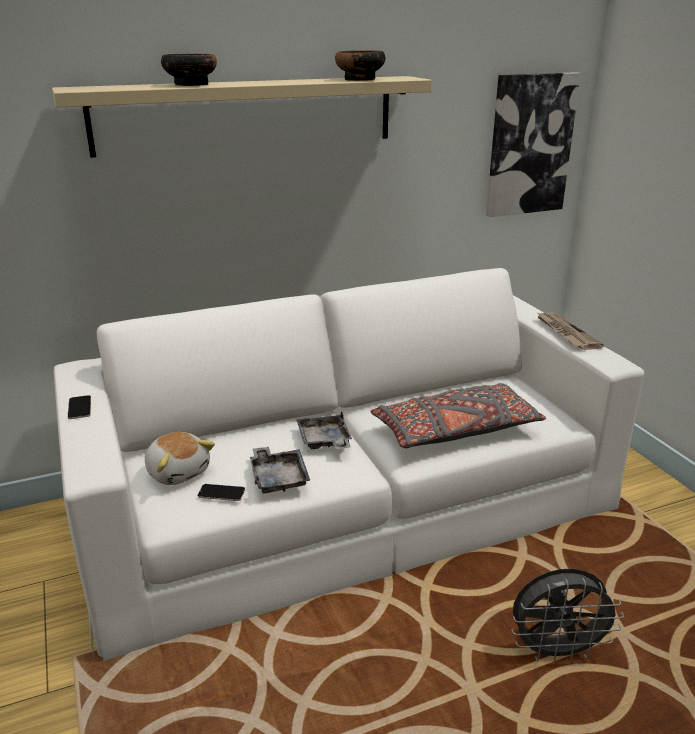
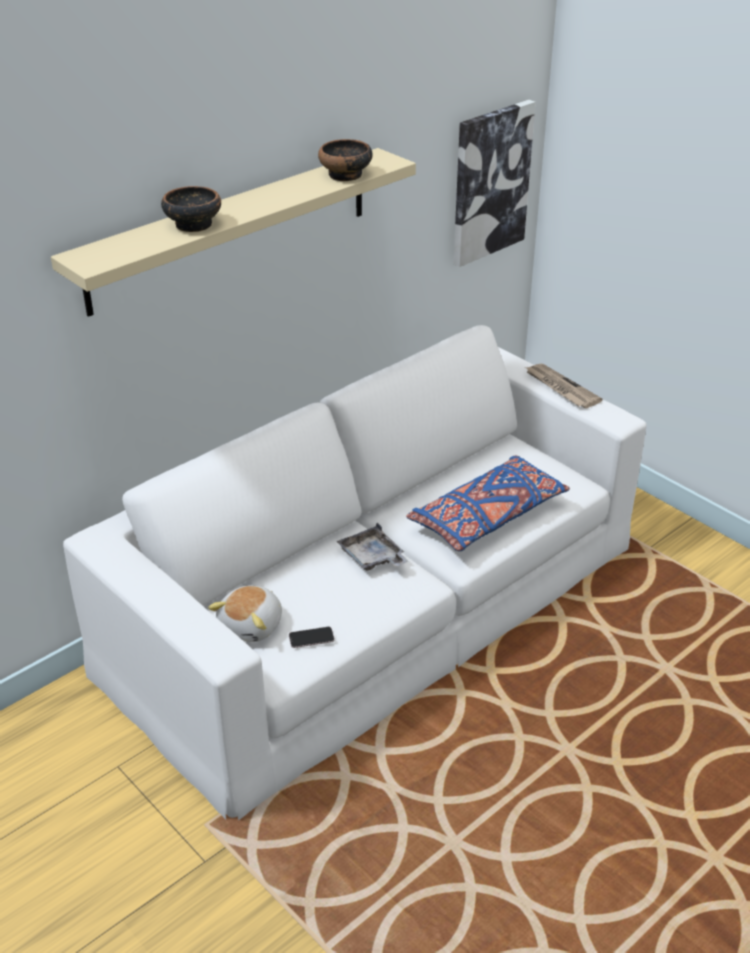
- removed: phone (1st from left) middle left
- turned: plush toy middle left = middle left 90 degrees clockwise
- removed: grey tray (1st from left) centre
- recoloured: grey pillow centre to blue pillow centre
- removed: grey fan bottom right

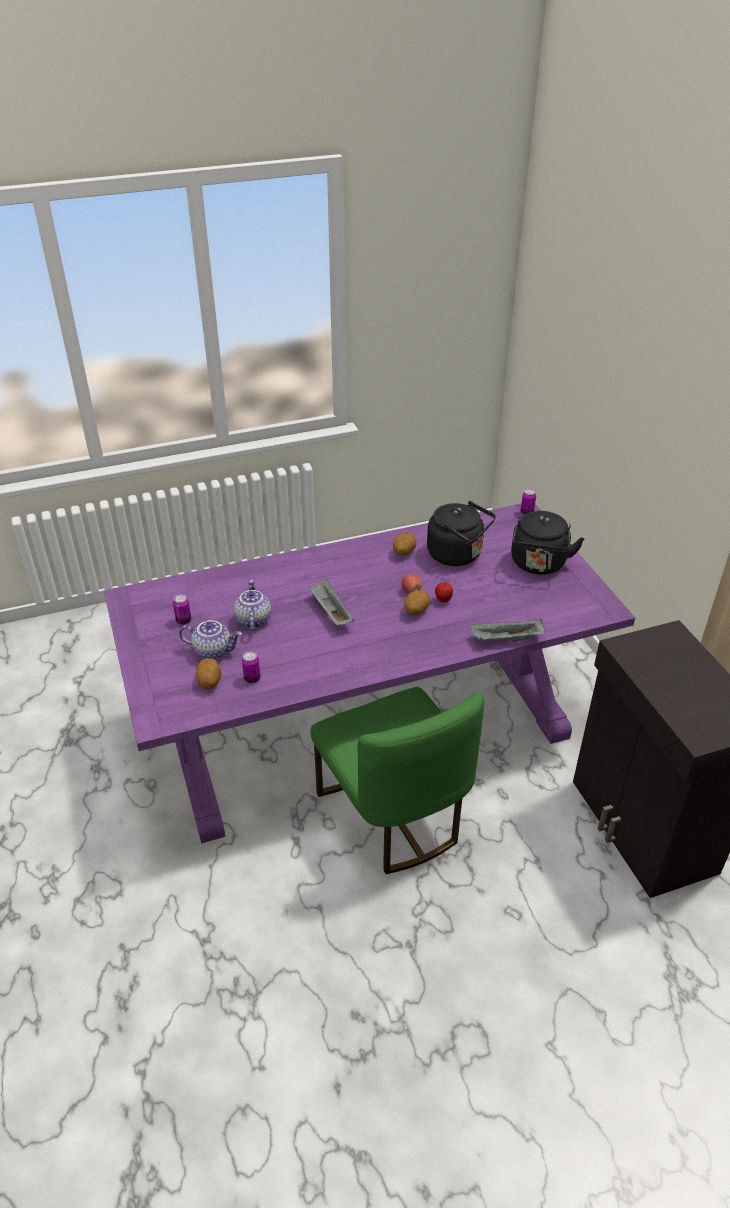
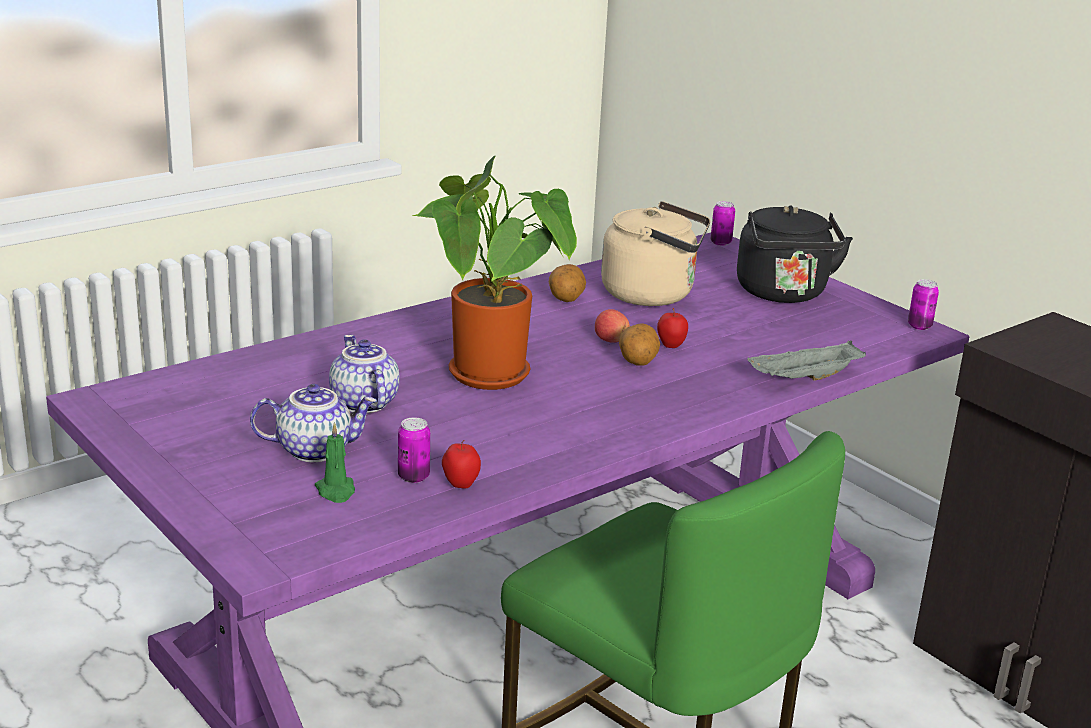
- moved: can (1st from left in the first image) middle left to can (3rd from left) middle right
- replaced: potato (1st from left) middle left to green candle middle left
- replaced: grey tray (1st from left) centre to potted plant centre
- recoloured: black kettle (1st from left) centre to beige kettle centre
- added: apple (1st from left) centre

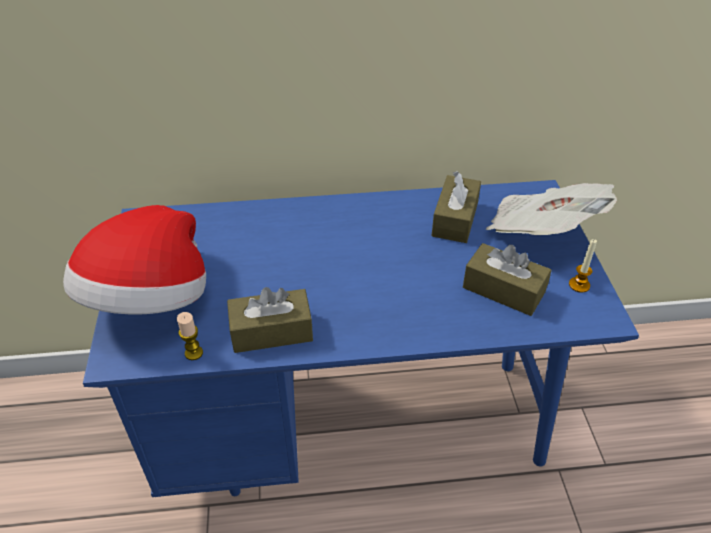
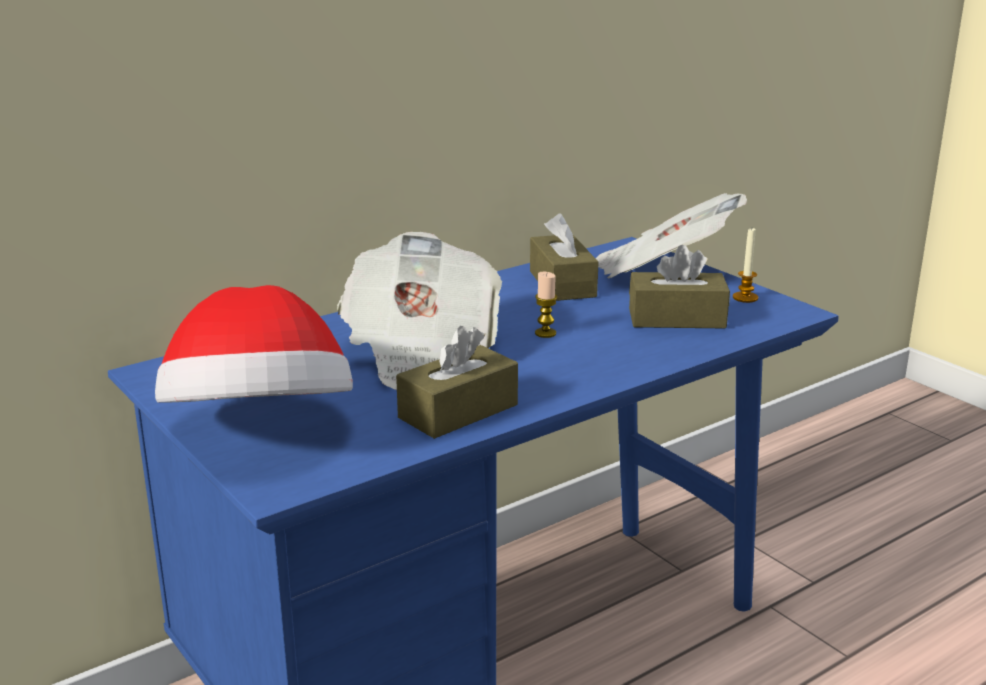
- moved: candle (1st from left) middle left to centre
- added: newspaper (1st from left) centre

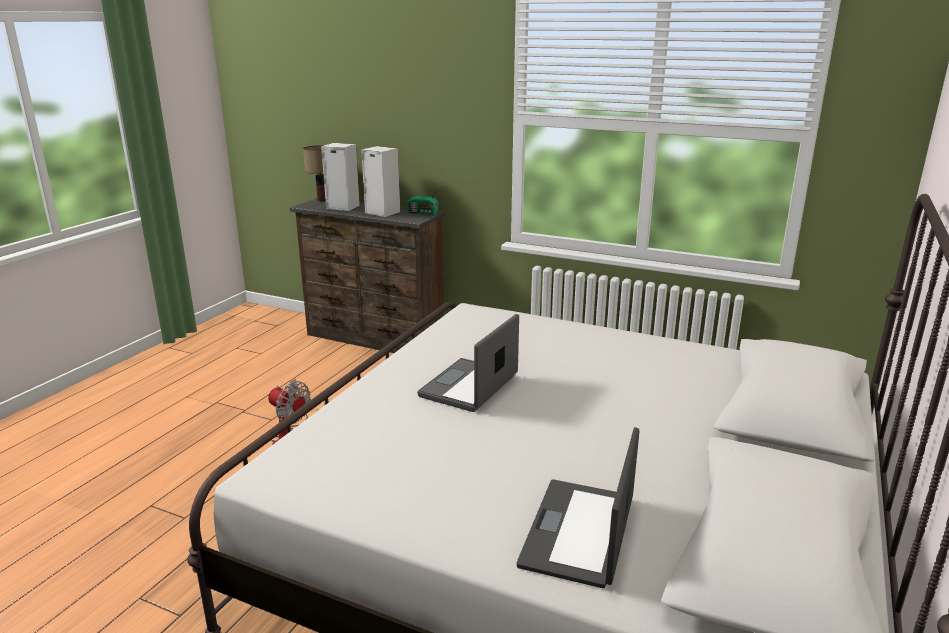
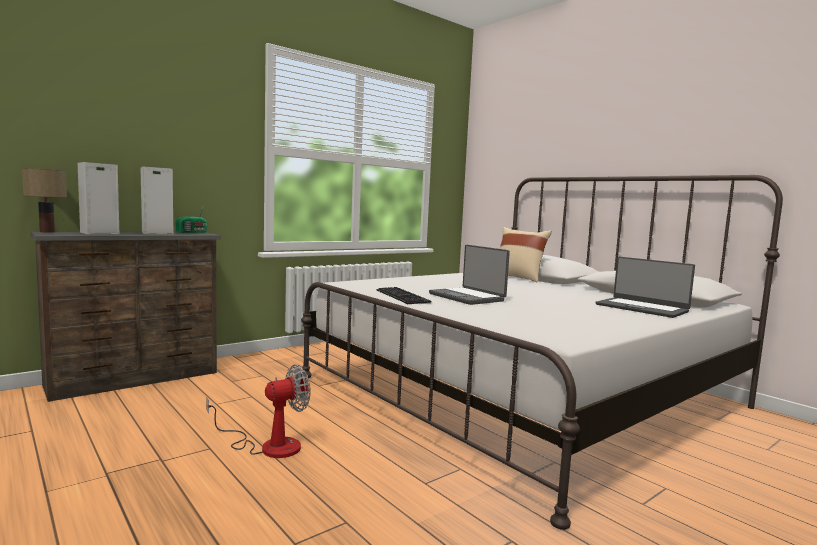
- added: keyboard centre
- added: beige pillow centre

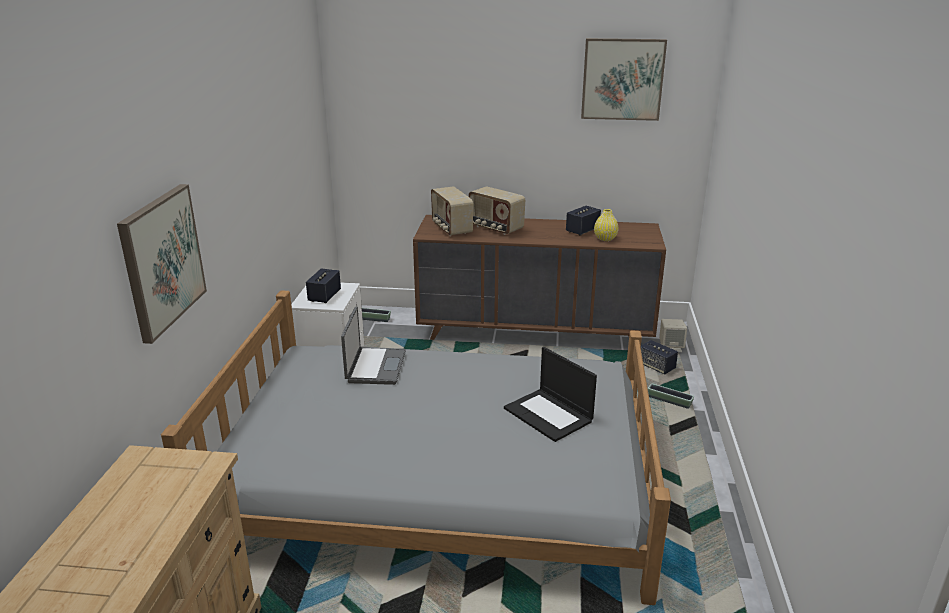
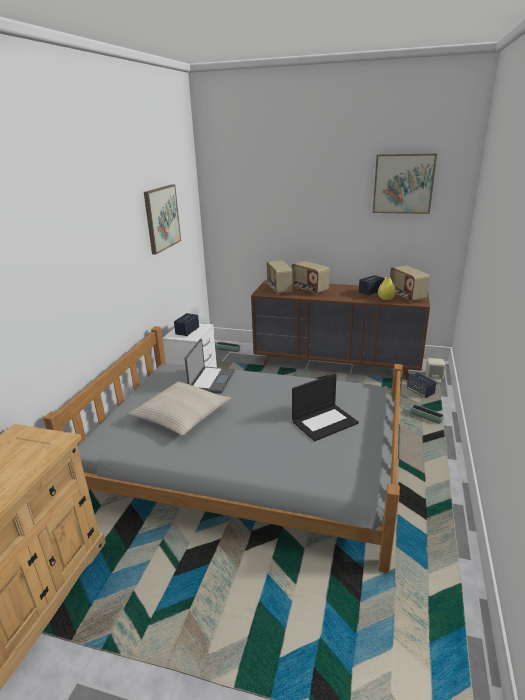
- moved: picture (1st from left) middle left to top left
- turned: laptop (2nd from left) centre = centre 90 degrees counterclockwise
- added: beige pillow centre
- added: radio (3rd from left) middle right

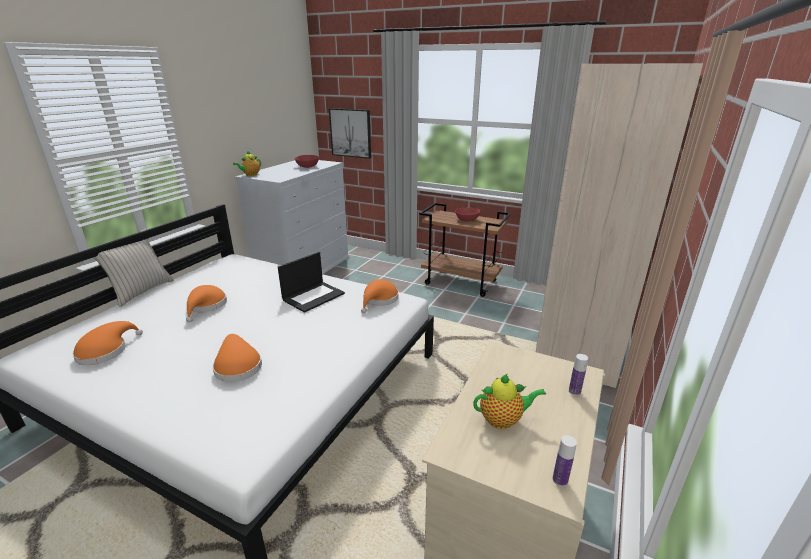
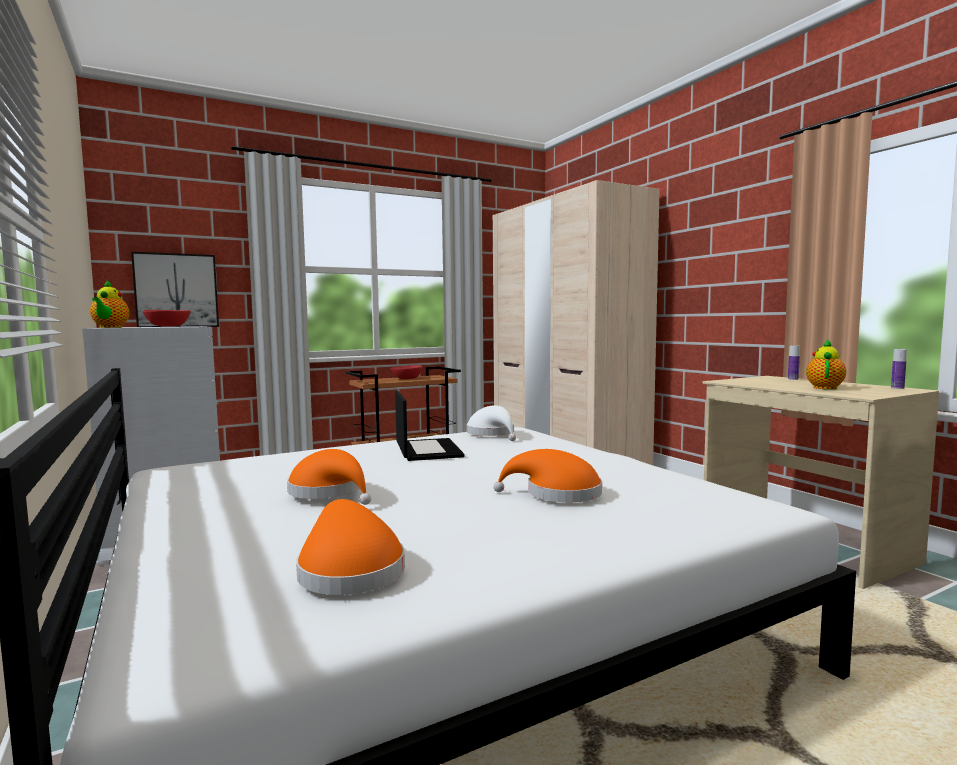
- removed: beige pillow middle left
- recoloured: orange hat (4th from left) centre to white hat centre

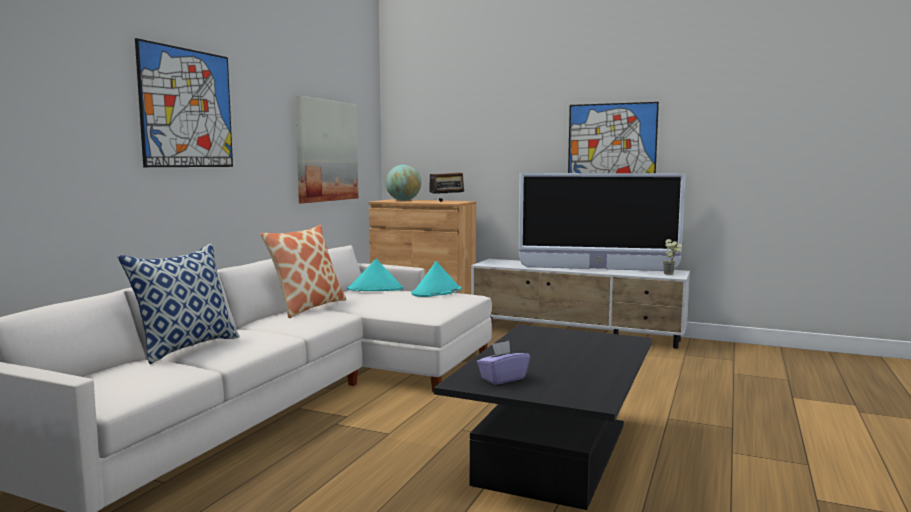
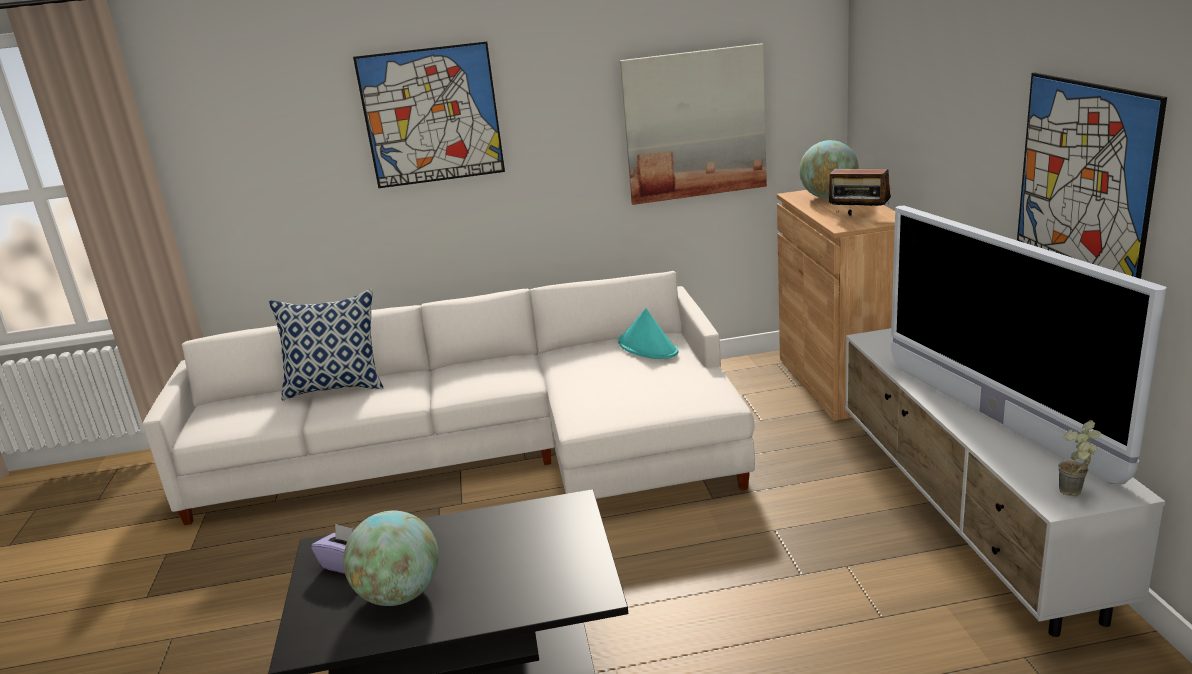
- removed: pillow (2nd from left) middle left
- removed: turquoise hat (2nd from left) centre
- added: globe (1st from left) bottom left

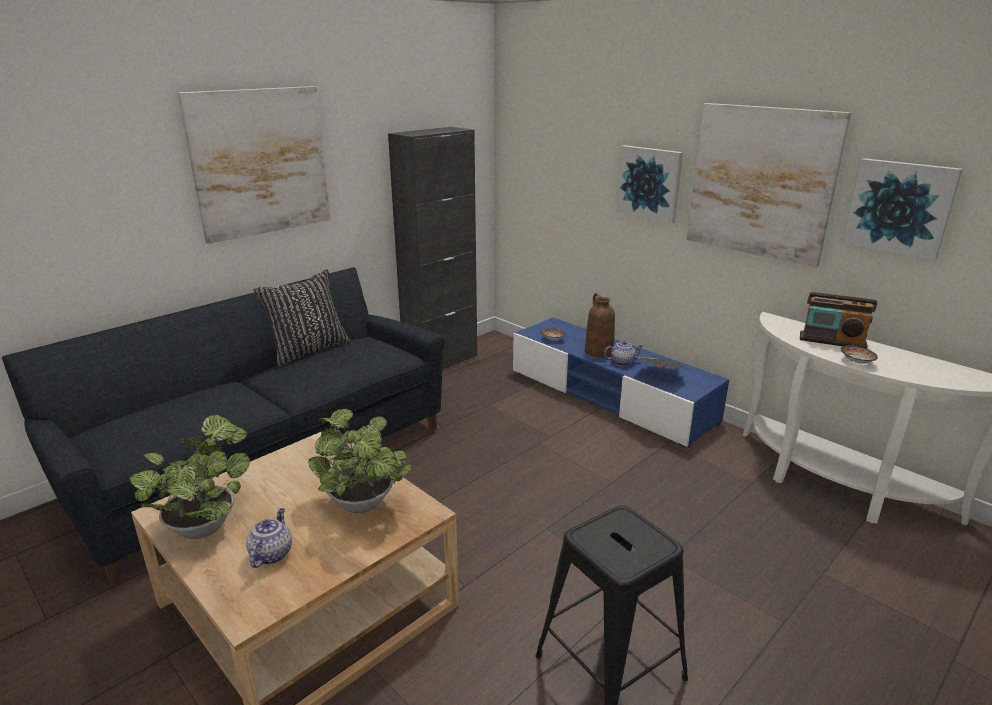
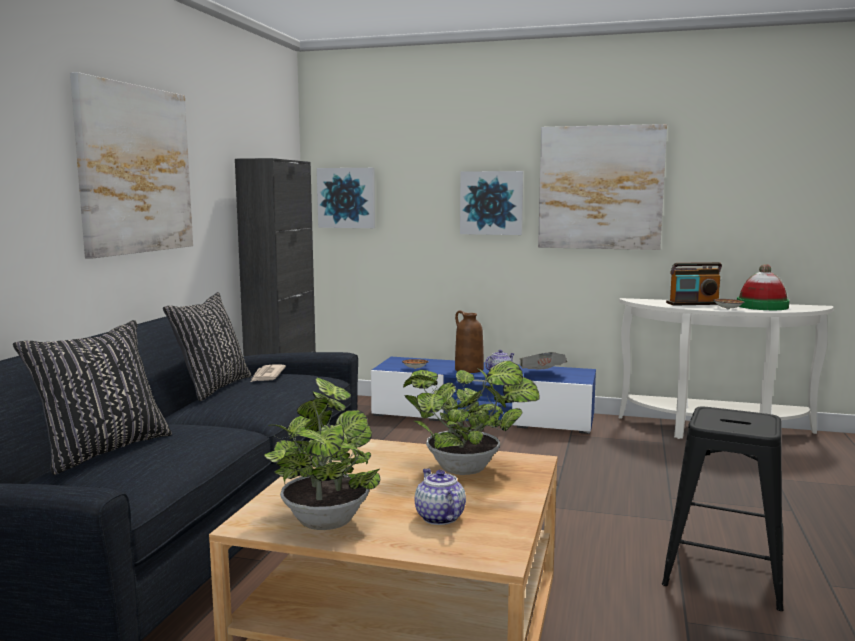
- moved: picture (4th from left in the first image) top right to picture (2nd from left) top centre
- added: black pillow (1st from left) middle left
- added: newspaper (1st from left) middle left
- added: hat middle right

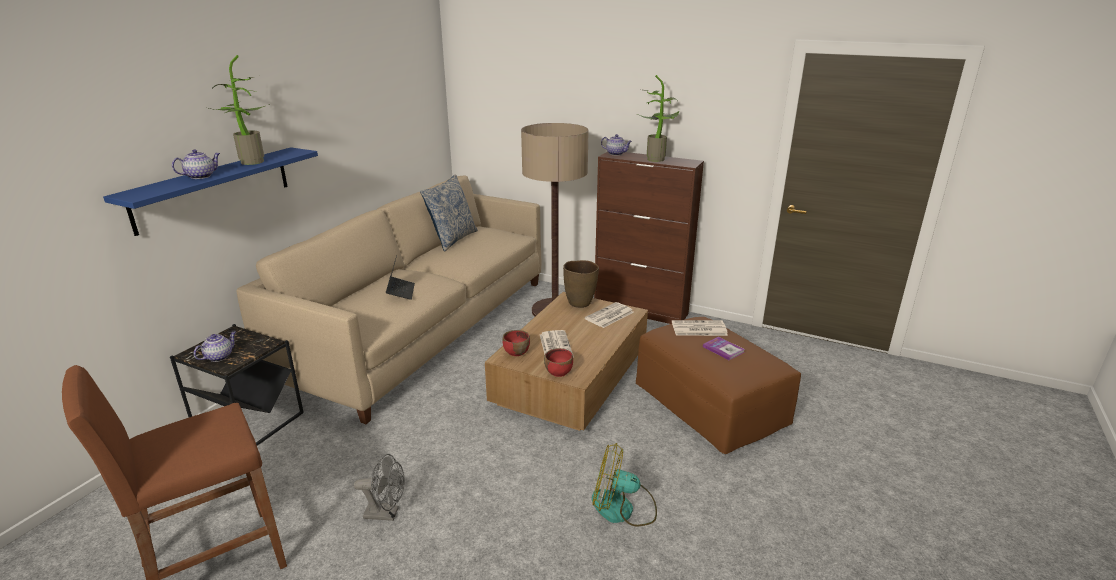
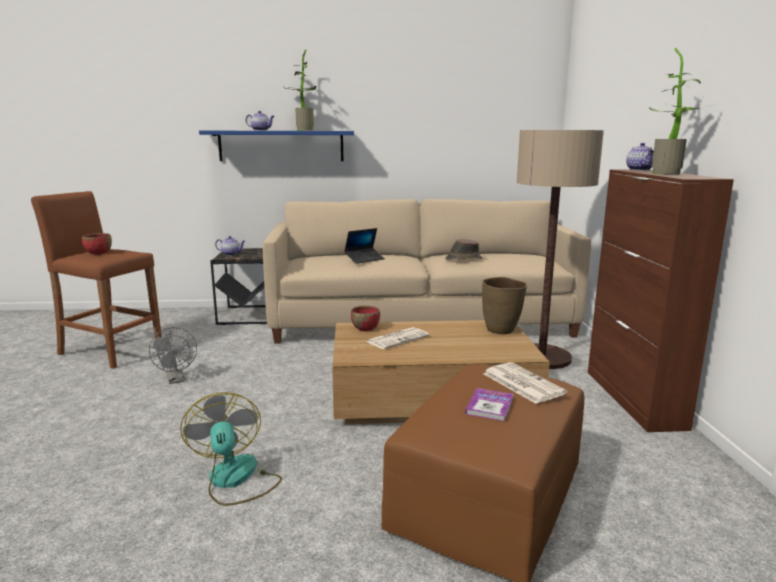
- removed: pillow centre
- moved: red bowl (2nd from left in the first image) centre to red bowl (1st from left) middle left
- removed: newspaper (2nd from left) centre
- added: brown hat centre

